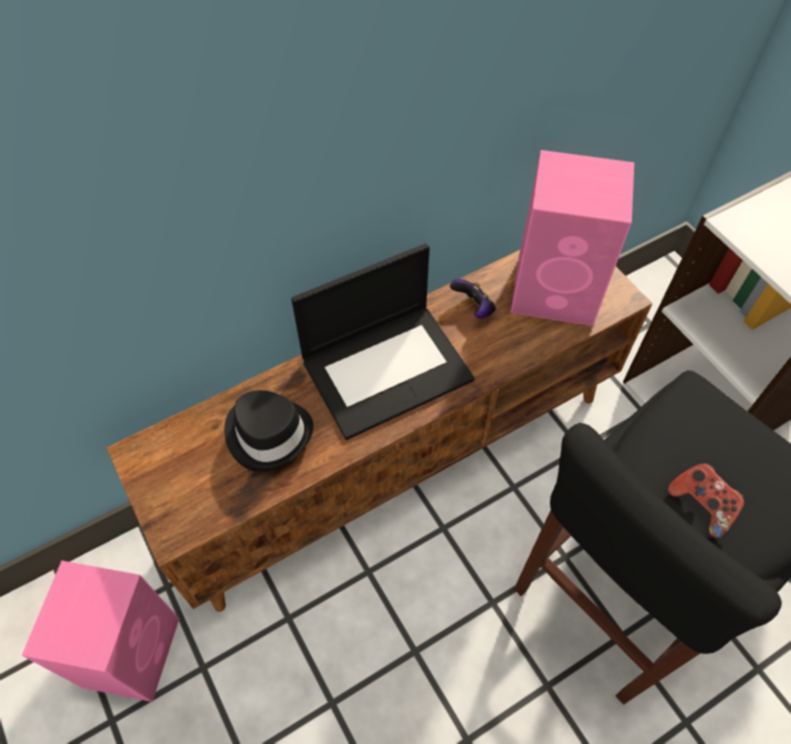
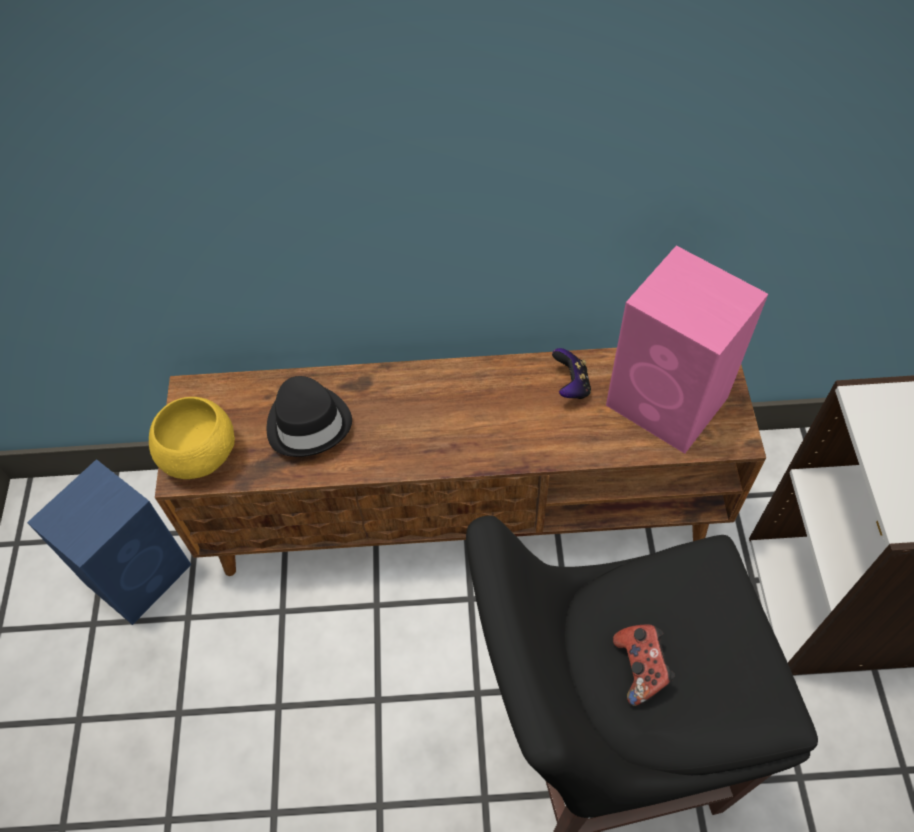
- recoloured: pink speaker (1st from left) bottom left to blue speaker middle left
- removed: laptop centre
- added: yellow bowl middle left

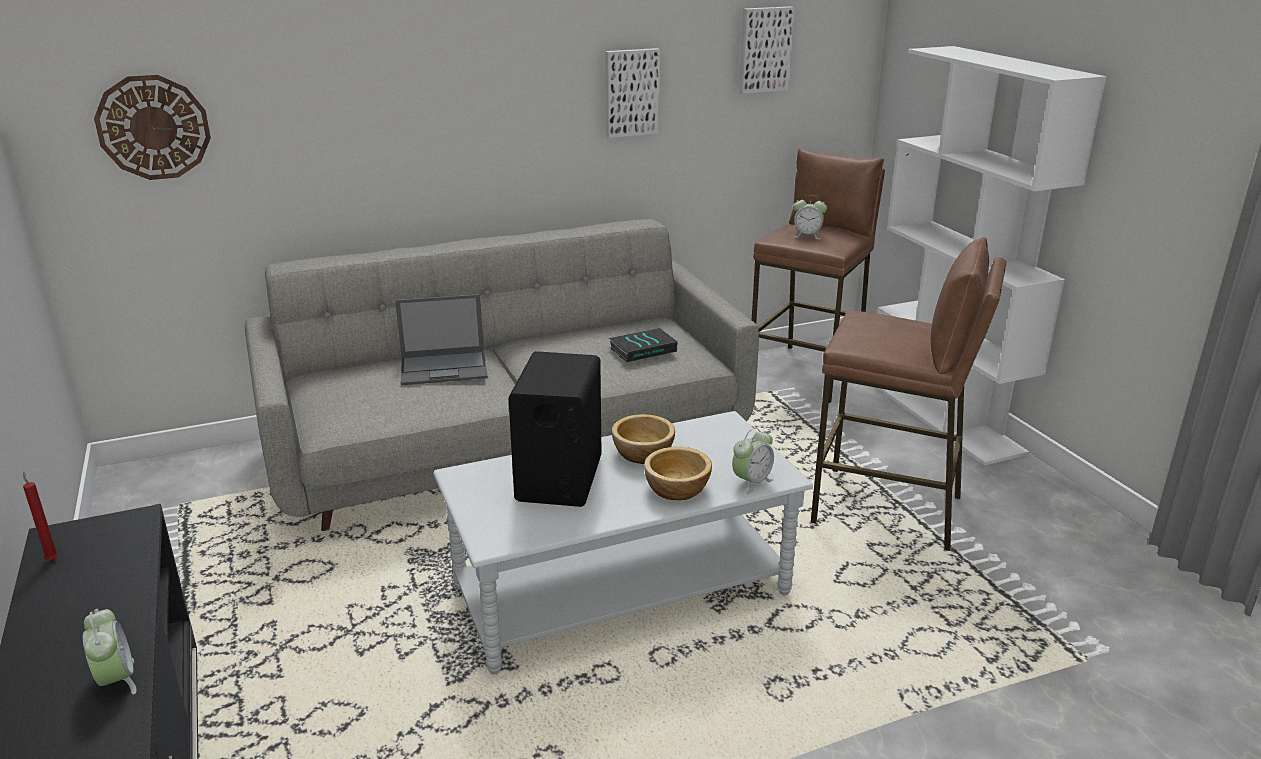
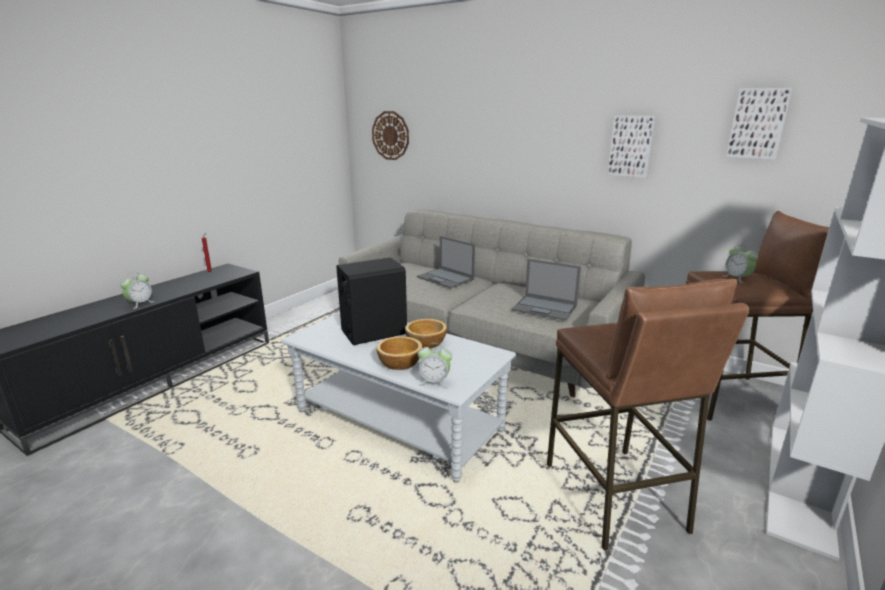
- replaced: book centre to laptop (2nd from left) centre

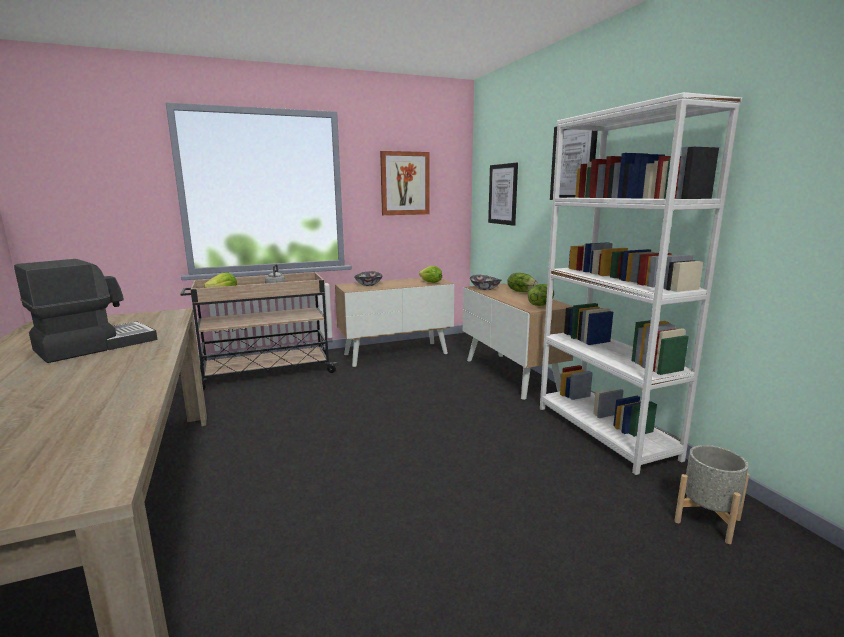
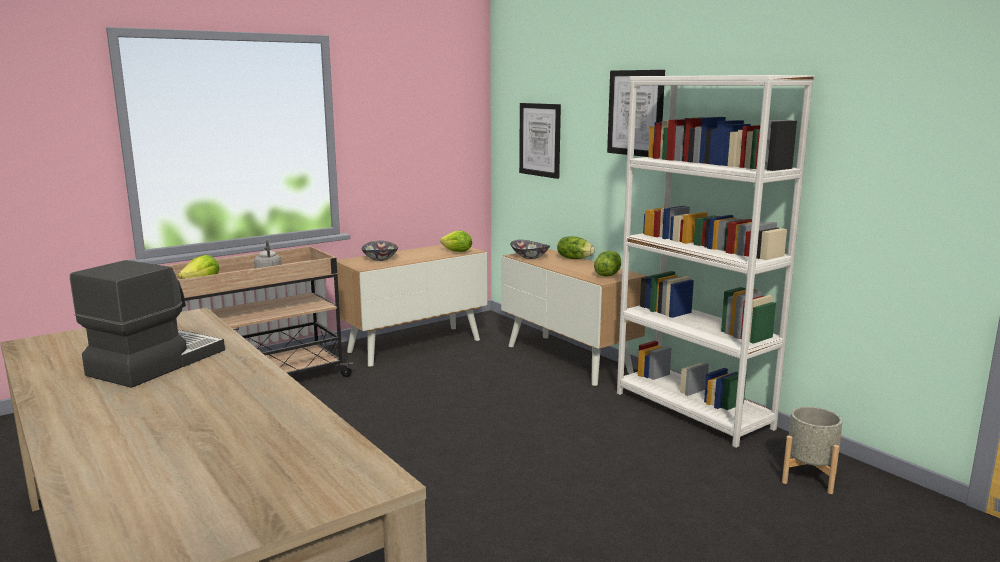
- removed: picture (1st from left) top centre

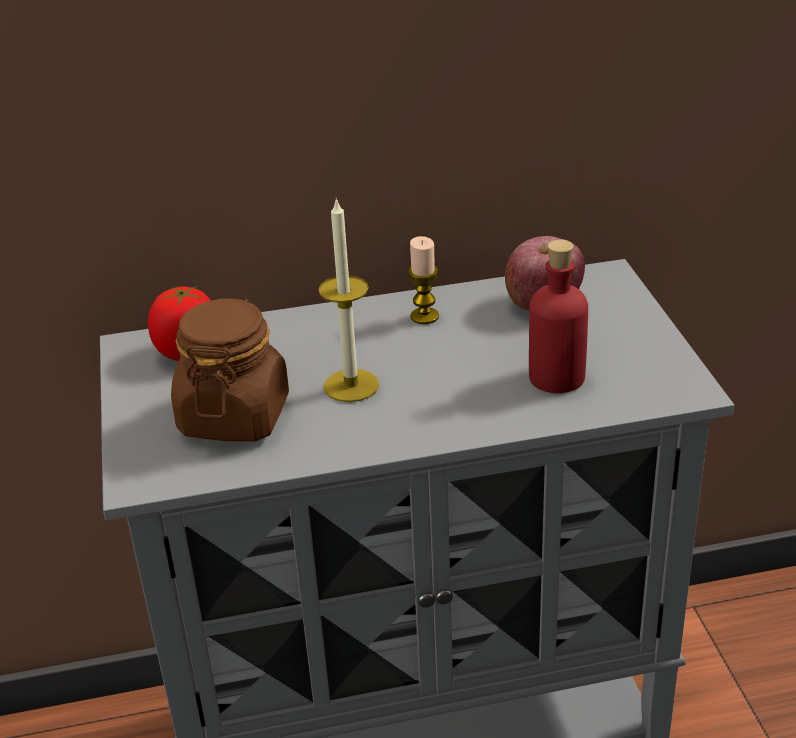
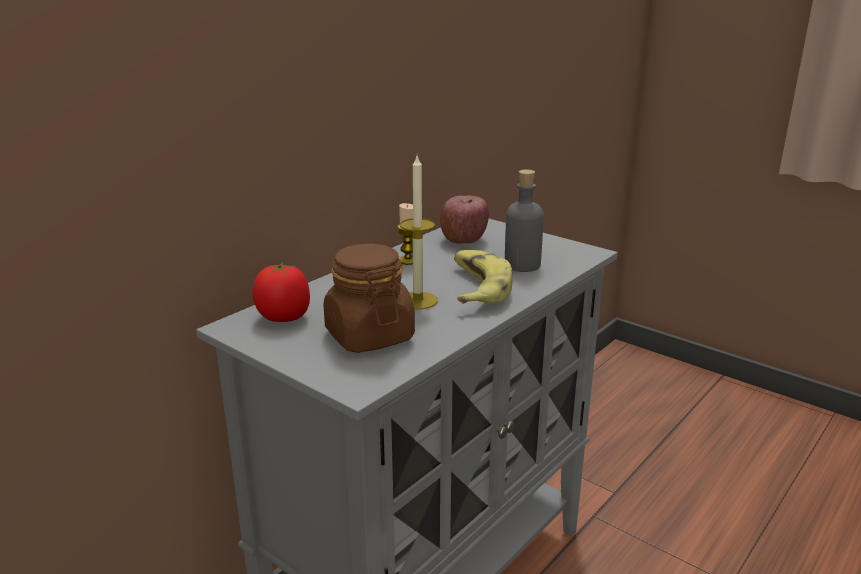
- recoloured: red bottle middle right to grey bottle centre
- added: banana centre

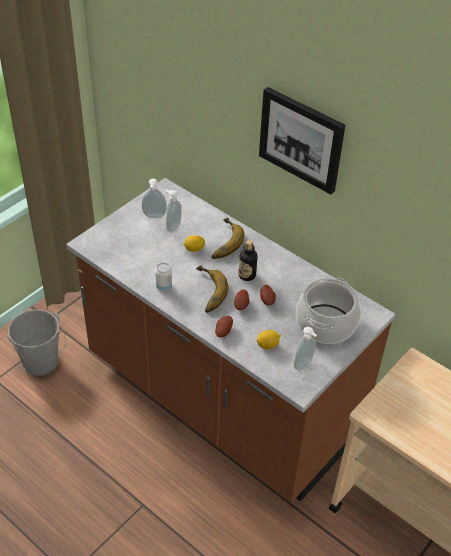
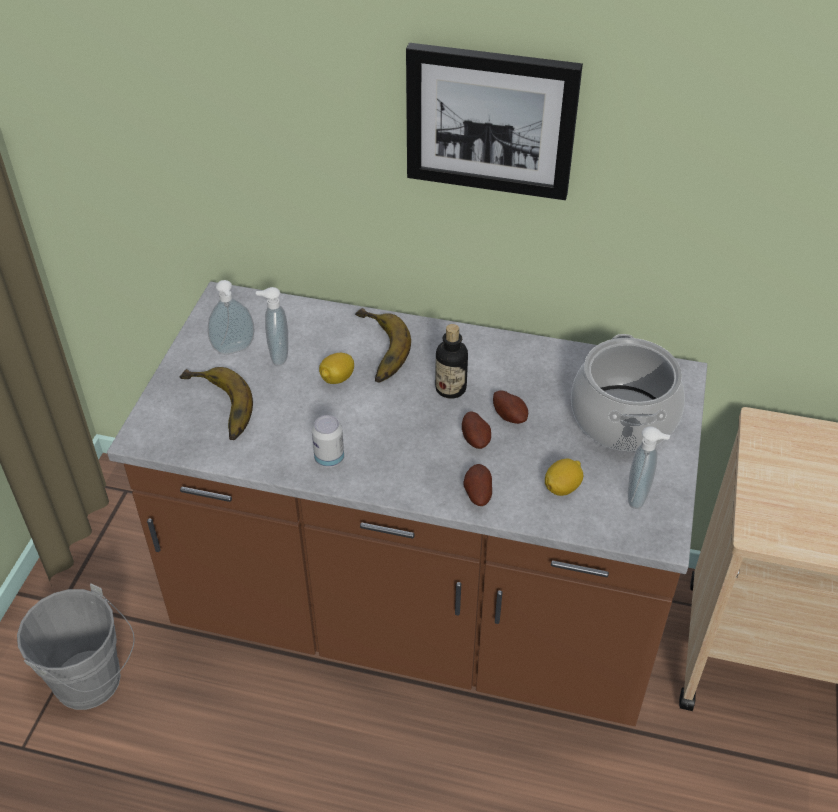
- moved: banana (1st from left) centre to middle left

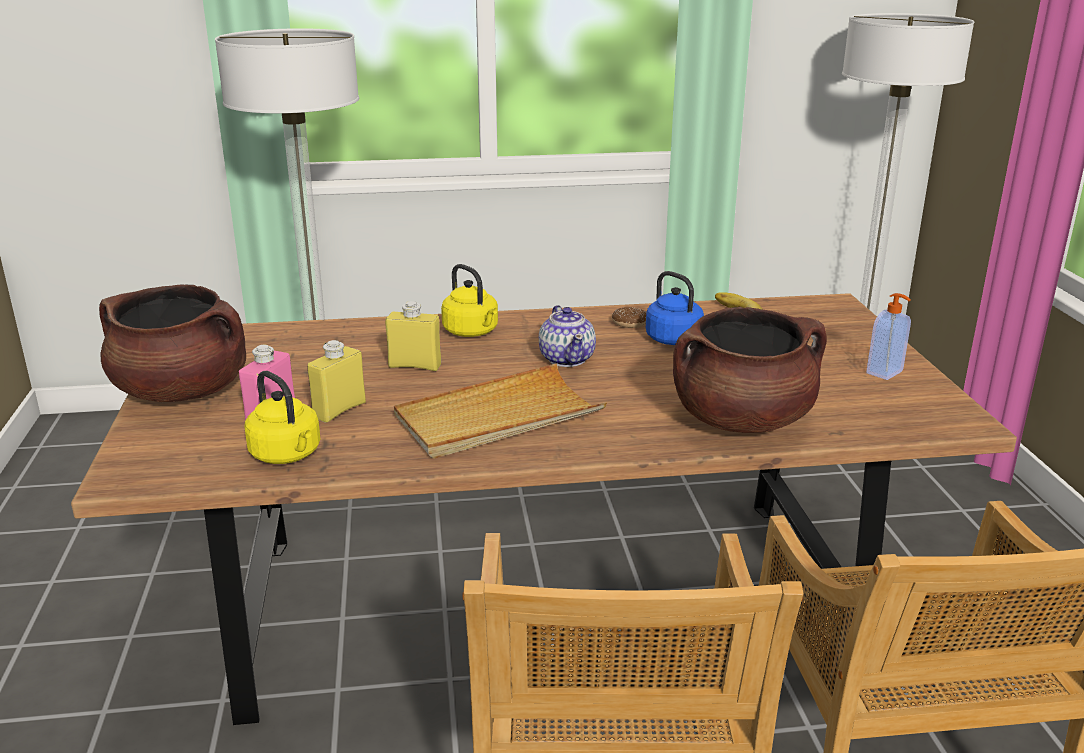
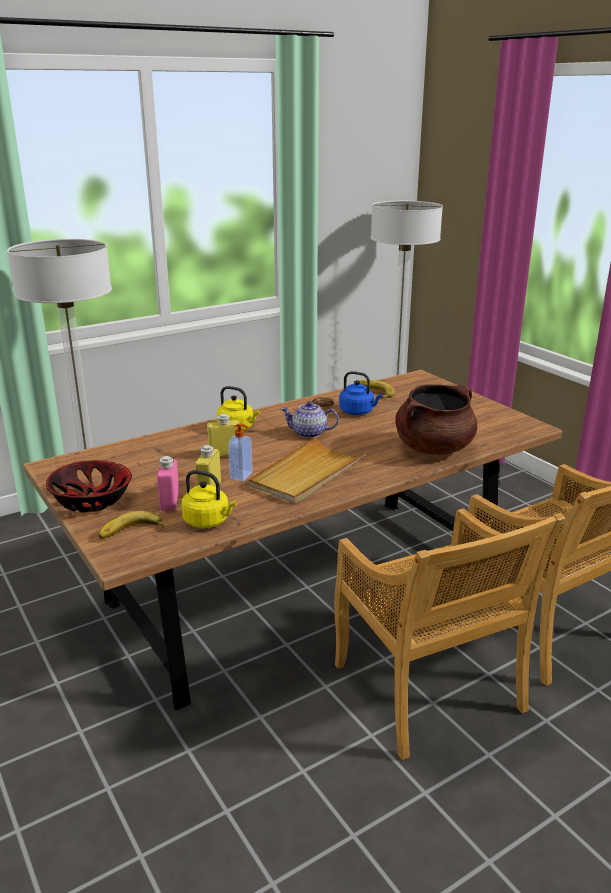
- replaced: brown cooking pot (1st from left) middle left to bowl middle left
- turned: teapot centre = centre 135 degrees clockwise
- moved: soap dispenser middle right to centre
- added: banana (1st from left) middle left

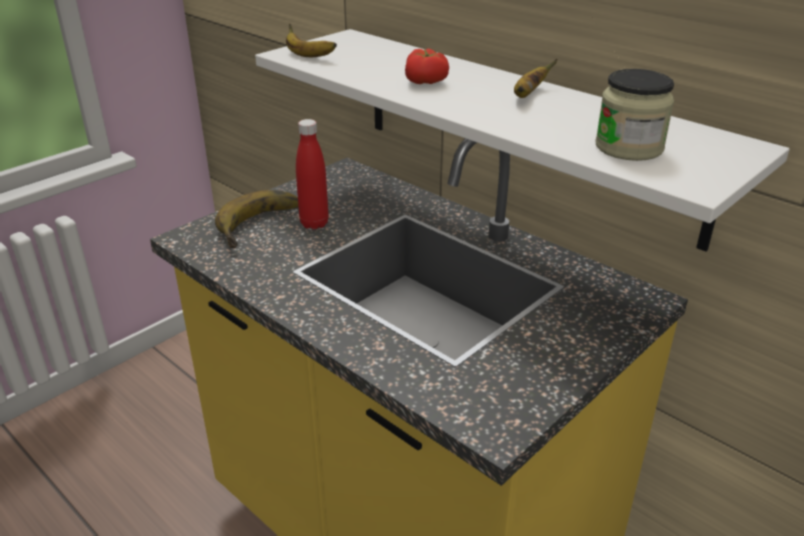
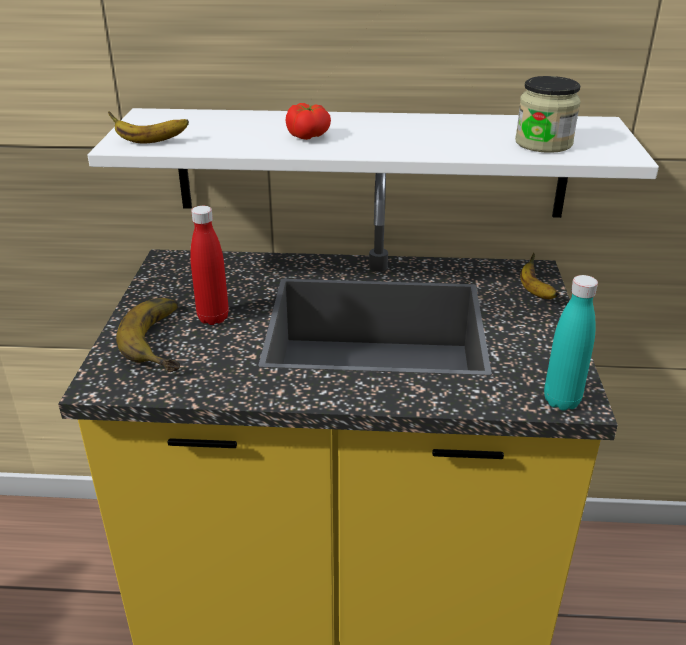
- moved: banana (3rd from left) top right to middle right
- added: turquoise bottle middle right

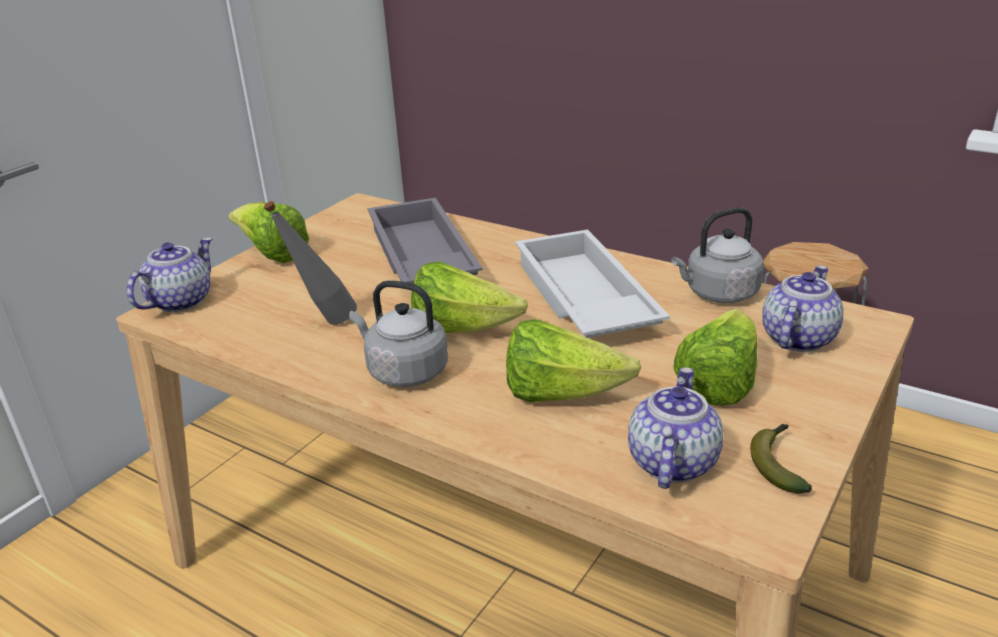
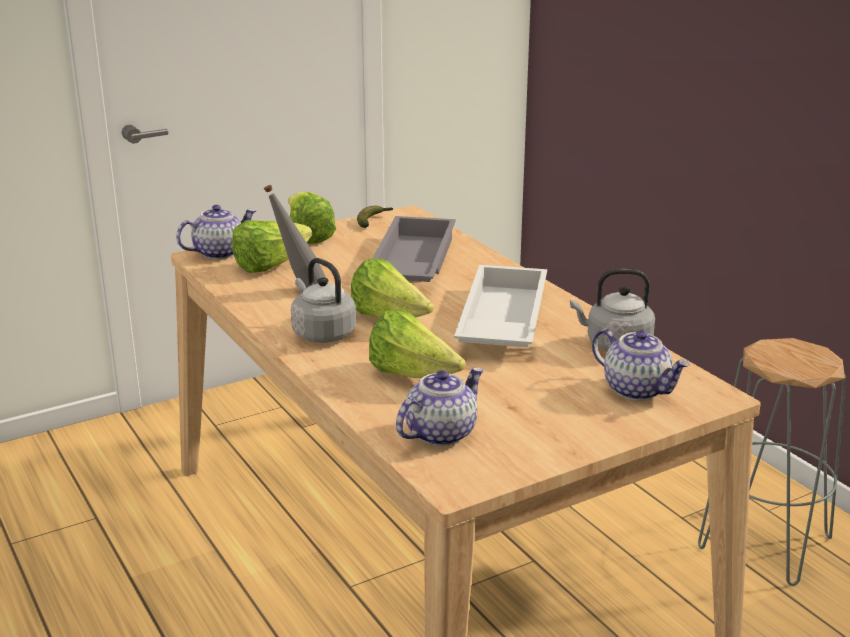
- moved: lettuce (4th from left in the first image) middle right to lettuce (1st from left) middle left
- moved: banana bottom right to centre
- turned: teapot (3rd from left) middle right = middle right 75 degrees clockwise

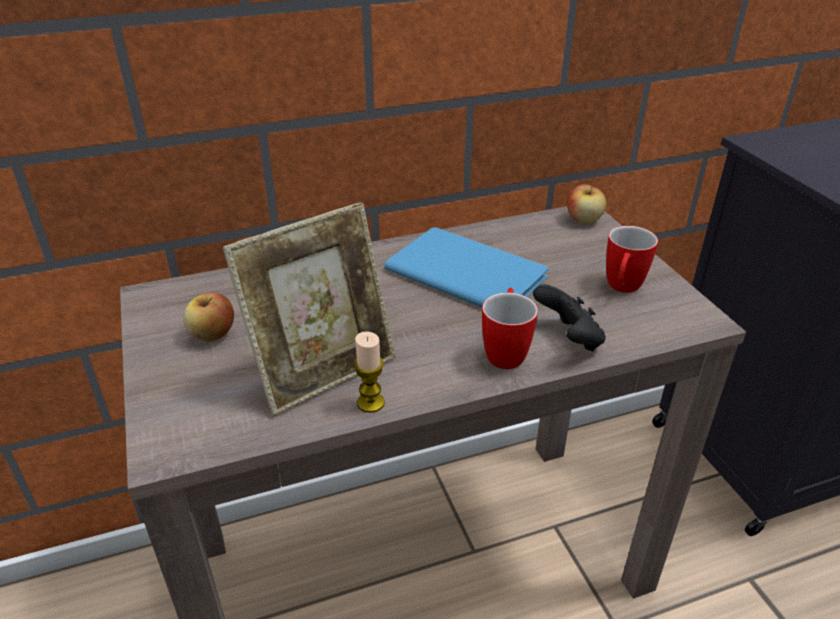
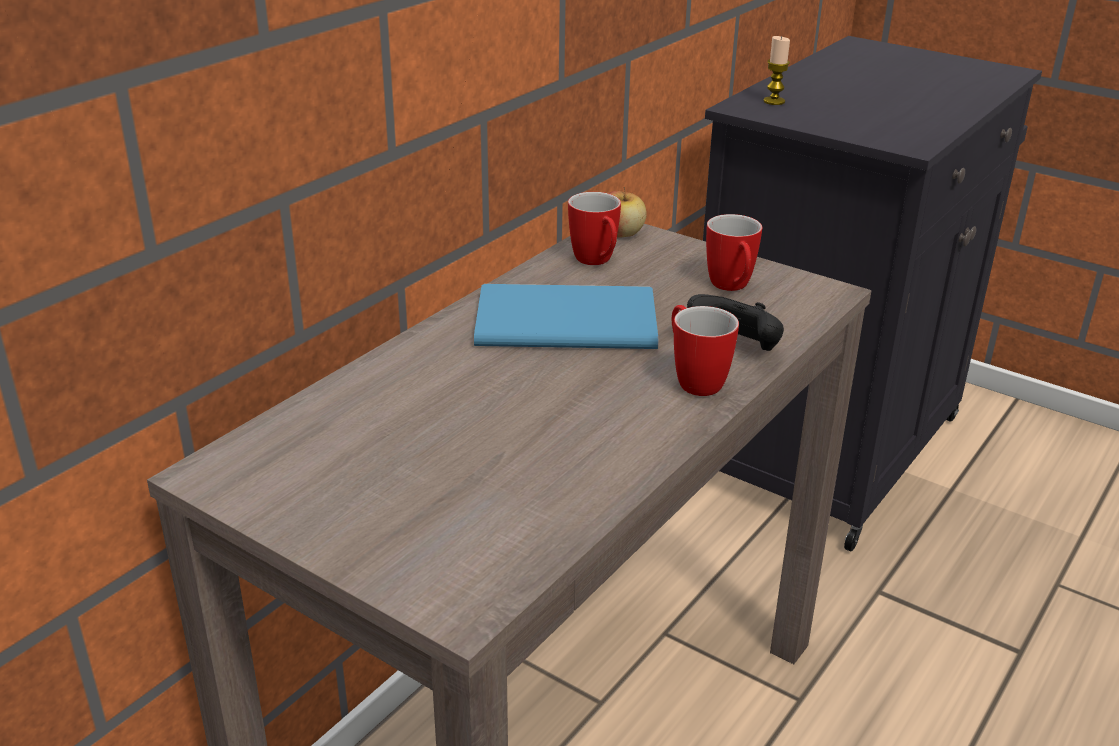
- removed: apple (1st from left) middle left
- removed: picture frame centre
- moved: candle centre to top right
- added: mug (1st from left) top centre

